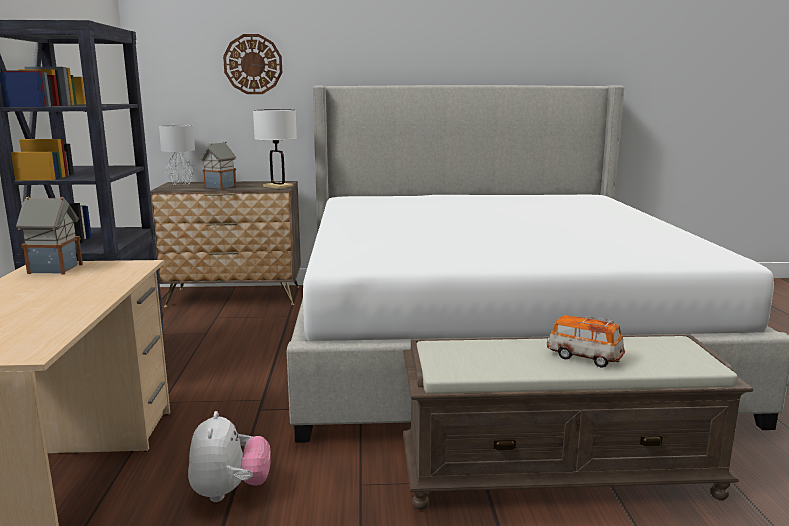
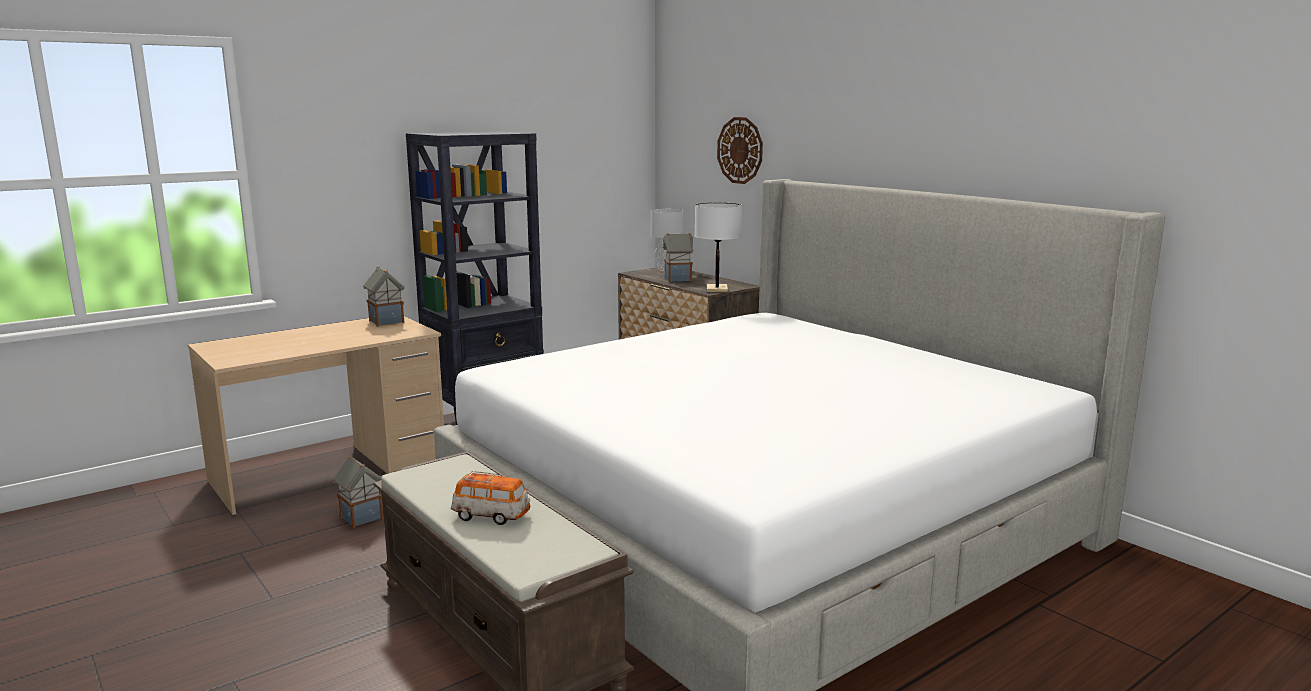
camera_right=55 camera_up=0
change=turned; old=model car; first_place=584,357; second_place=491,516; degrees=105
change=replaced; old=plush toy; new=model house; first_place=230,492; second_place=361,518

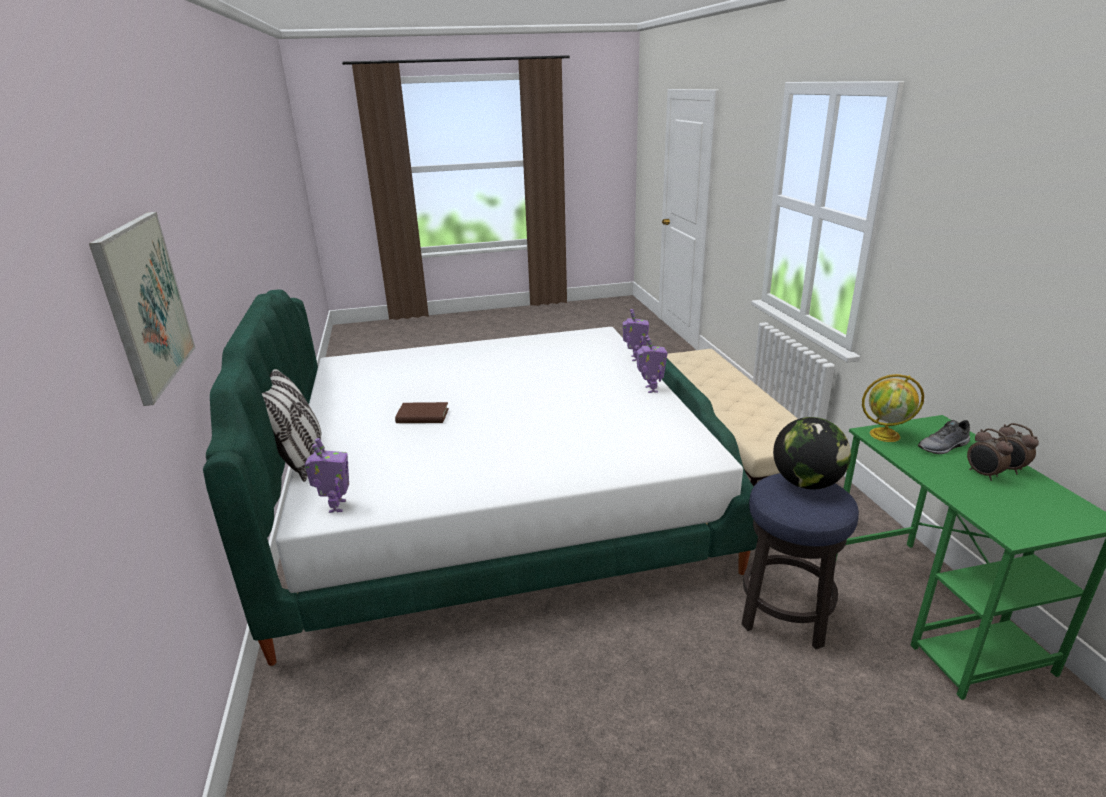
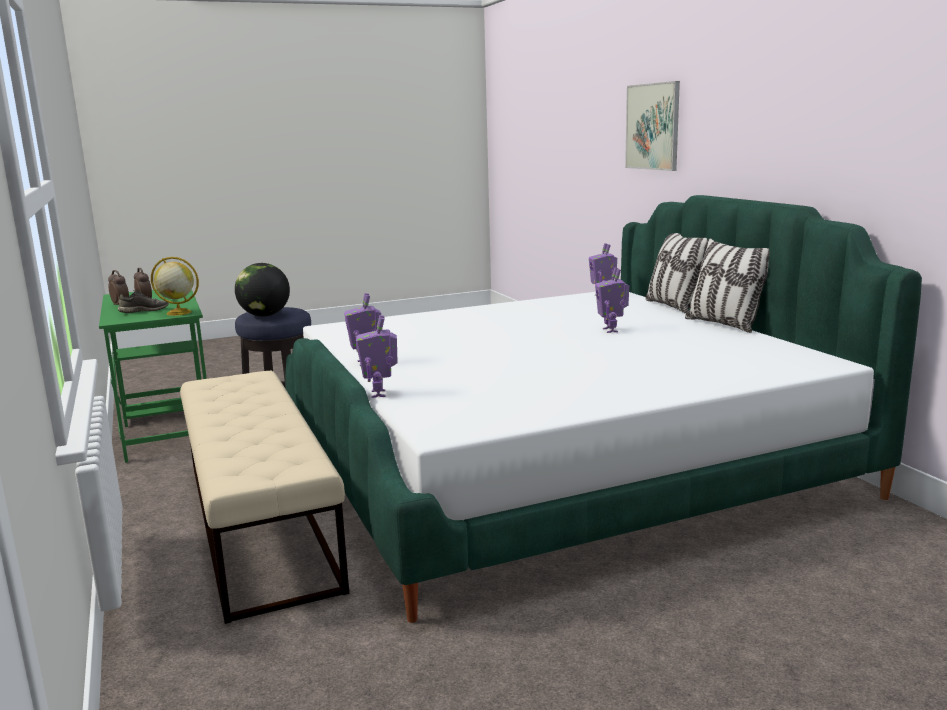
camera_right=170 camera_up=-10
change=replaced; old=book (brown-coloured); new=toy robot; first_place=422,416; second_place=611,330
change=added; new=throw pillow; second_place=724,324

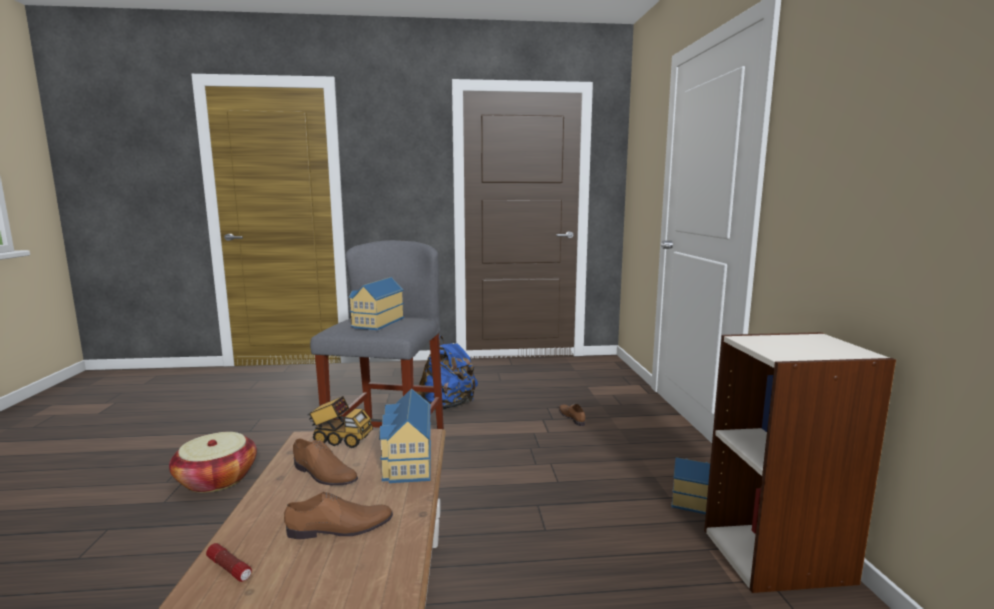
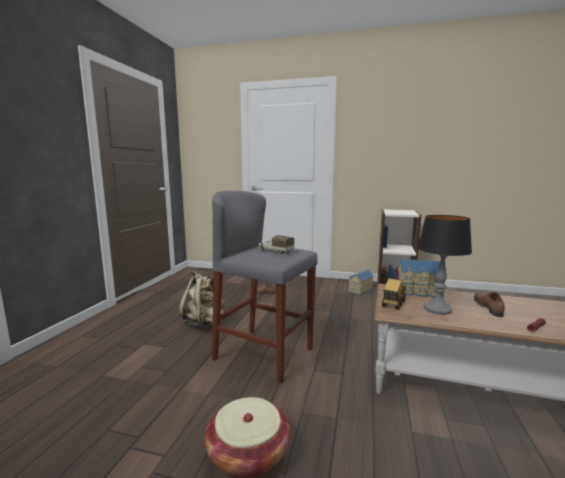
camera_right=-70 camera_up=0
change=replaced; old=model house; new=toy lorry; first_place=376,322; second_place=275,251
change=recoloured; old=rucksack (blue); new=rucksack (sand-coloured); first_place=447,406; second_place=204,323
change=replaced; old=shoe (brown-coloured); new=table lamp; first_place=323,473; second_place=437,309

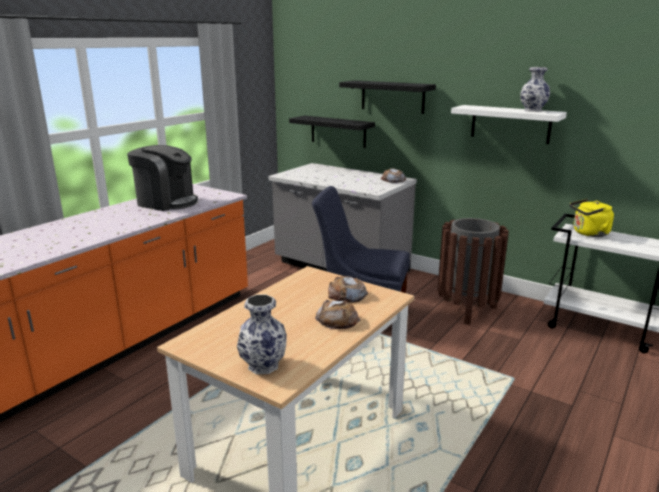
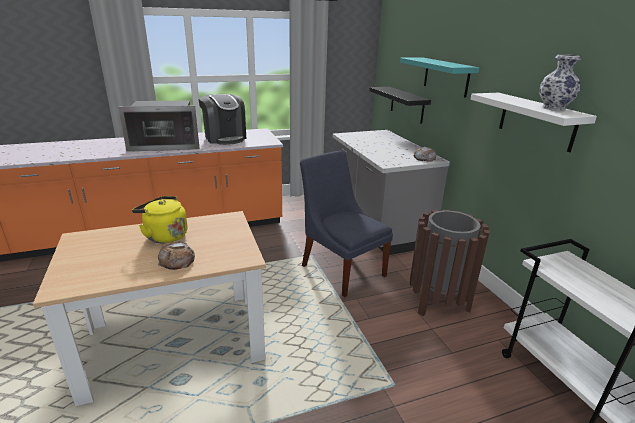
camera_right=35 camera_up=5
change=recoloured; old=wall shelf (black-coloured); new=wall shelf (blue-green); first_place=392,96; second_place=446,76
change=moved; old=kettle (yellow); first_place=588,233; second_place=164,236
change=removed; old=bakery bread; first_place=347,295
change=removed; old=vase; first_place=262,366
change=added; new=microwave oven; second_place=166,145

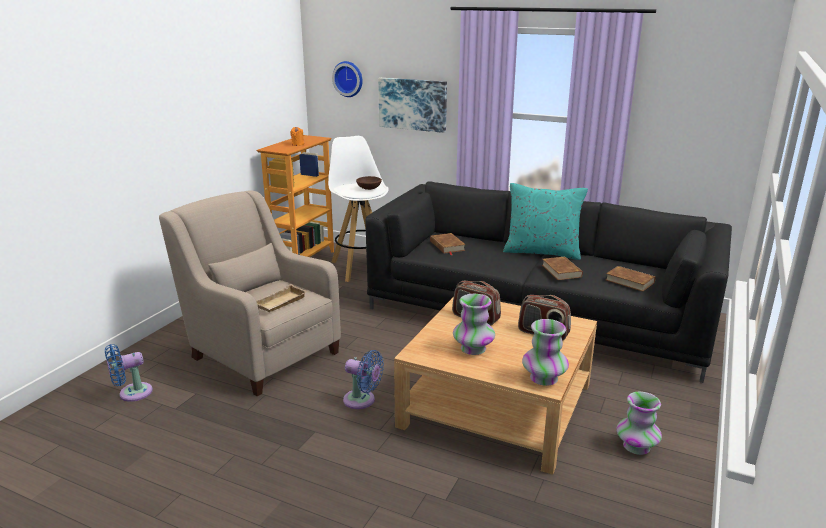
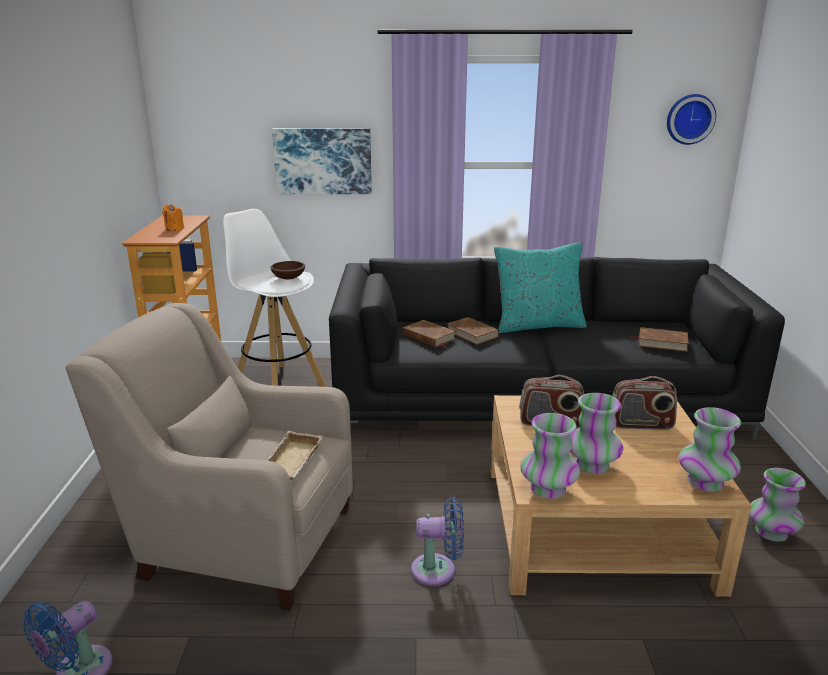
camera_right=-25 camera_up=0
change=moved; old=wall clock; first_place=348,79; second_place=689,119
change=moved; old=book (brown-coloured); first_place=561,271; second_place=472,334
change=added; new=vase; second_place=547,489

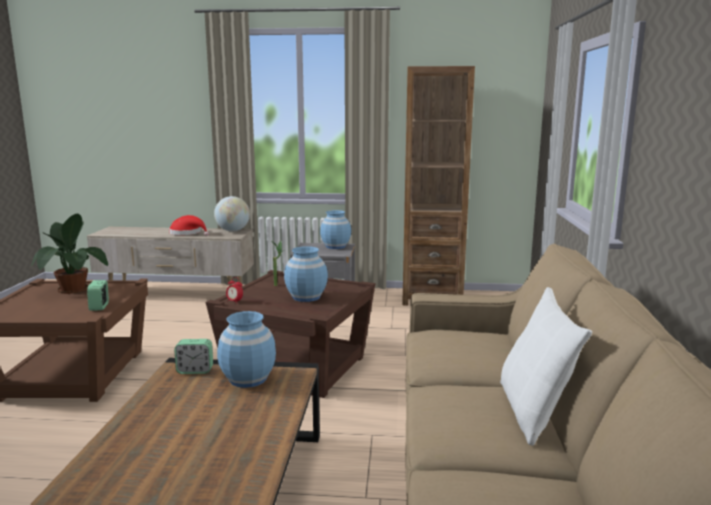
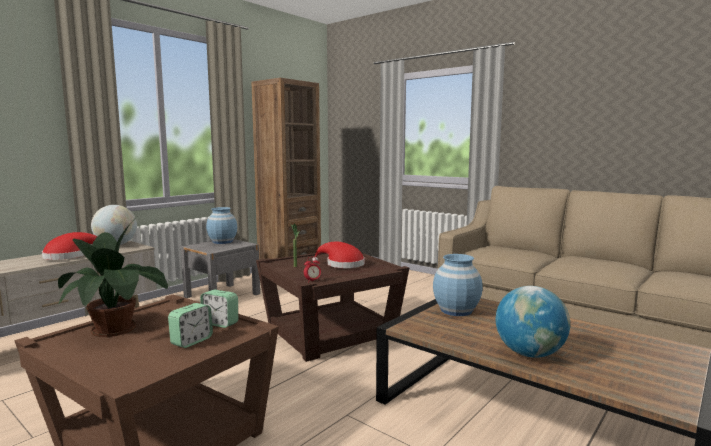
camera_right=-55 camera_up=-5
change=replaced; old=vase (blue); new=clothing hat (red-coloured); first_place=306,297; second_place=342,264
change=removed; old=throw pillow (whitish); first_place=534,412
change=moved; old=alarm clock; first_place=195,370; second_place=191,341
change=added; new=globe; second_place=529,354

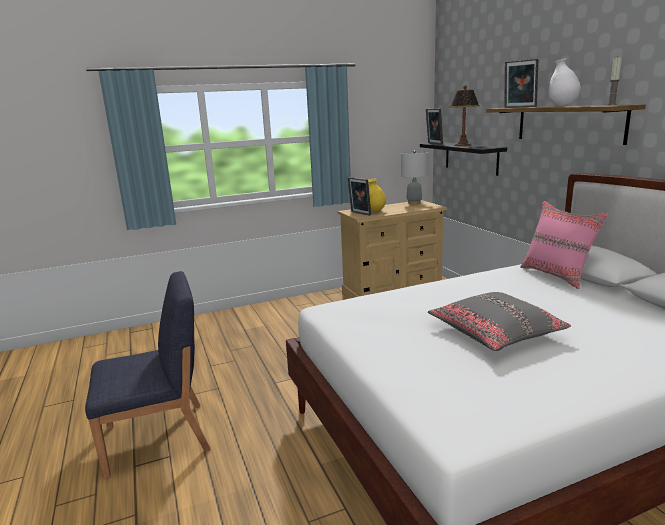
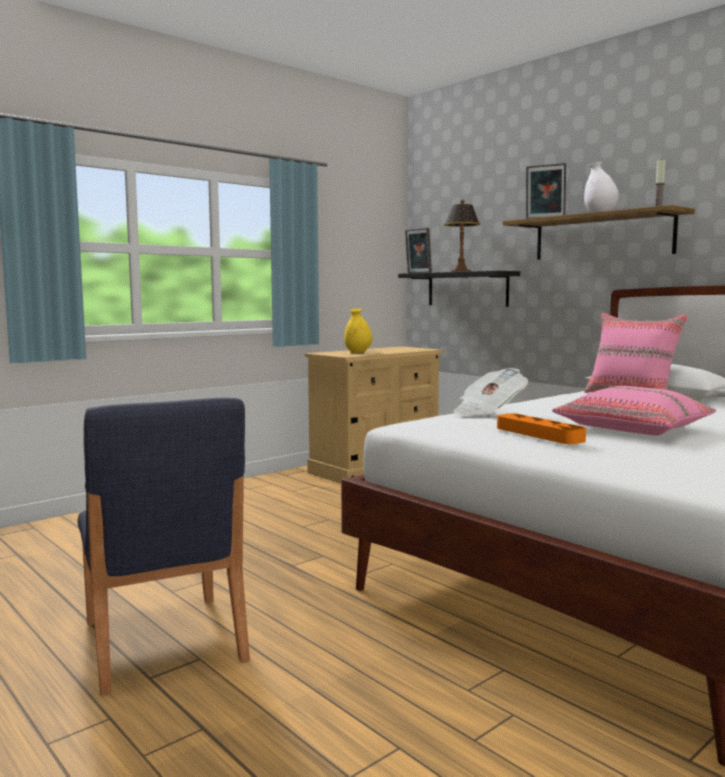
camera_right=-20 camera_up=-10
change=removed; old=table lamp (greyish); first_place=414,203
change=removed; old=picture frame; first_place=359,213
change=turned; old=upright chair (blue); first_place=159,438; second_place=163,642; degrees=105
change=recoloured; old=throw pillow (greyish); new=throw pillow (pinkish); first_place=495,332; second_place=633,429
change=added; new=printed paper; second_place=488,411
change=added; new=tray (orange-coloured); second_place=539,434

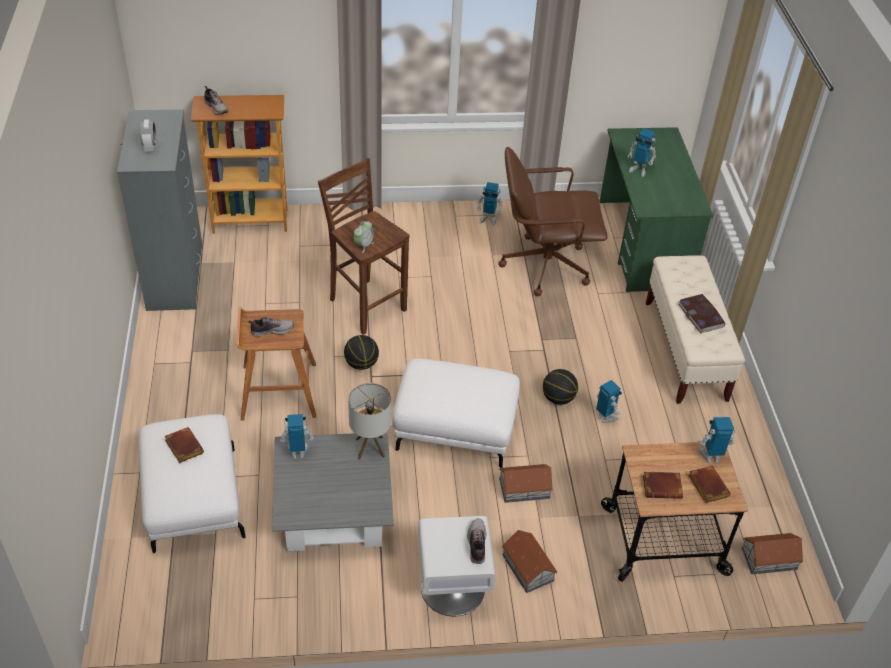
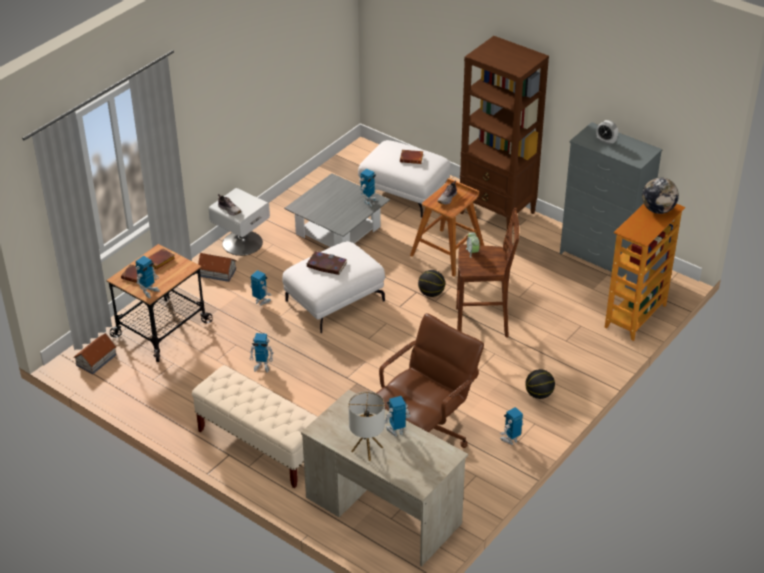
camera_right=135 camera_up=-5
change=replaced; old=shoe; new=globe; first_place=216,107; second_place=658,210
change=recoloured; old=desk (greenish); new=desk (sand-coloured); first_place=643,244; second_place=383,510
change=moved; old=book; first_place=701,315; second_place=326,265
change=moved; old=basketball; first_place=558,398; second_place=539,394
change=moved; old=table lamp; first_place=370,447; second_place=367,449
change=replaced; old=model house; new=toy robot; first_place=525,488; second_place=261,301
change=added; new=bookcase (brown-coloured); second_place=497,213

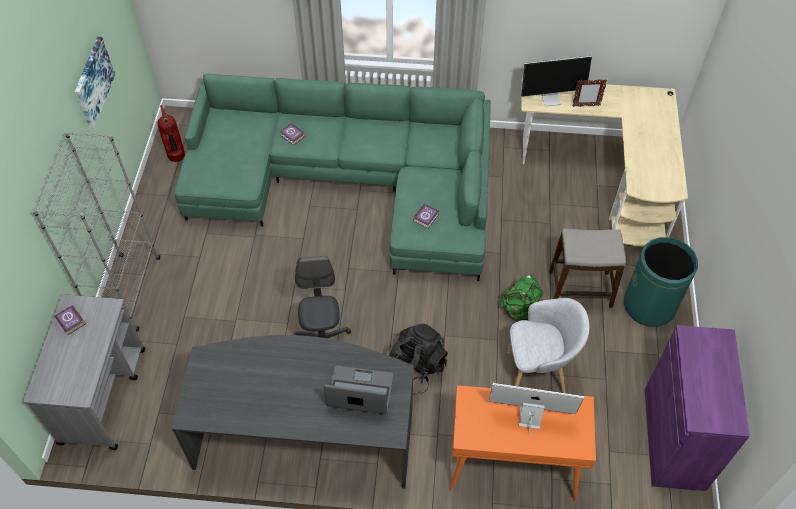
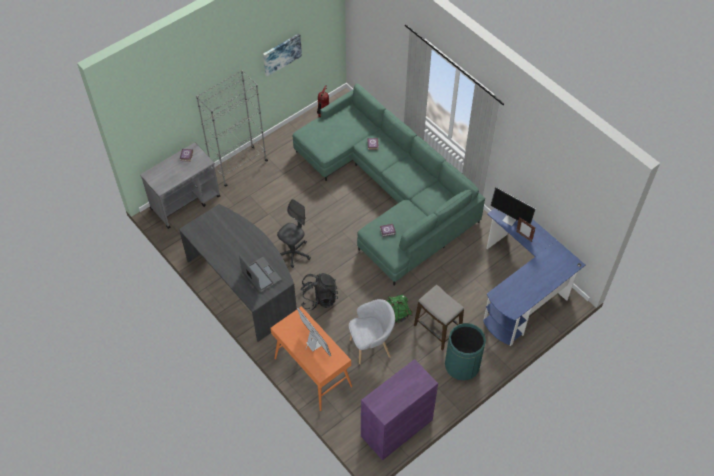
camera_right=45 camera_up=0
change=recoloured; old=desk (sand-coloured); new=desk (blue); first_place=607,177; second_place=522,290
change=turned; old=lounge chair (greyish); first_place=538,371; second_place=371,347; degrees=-60

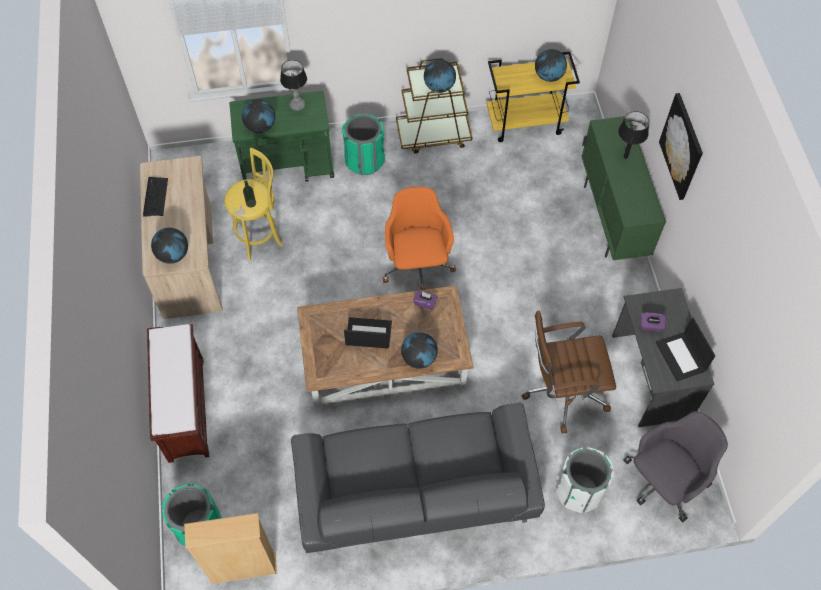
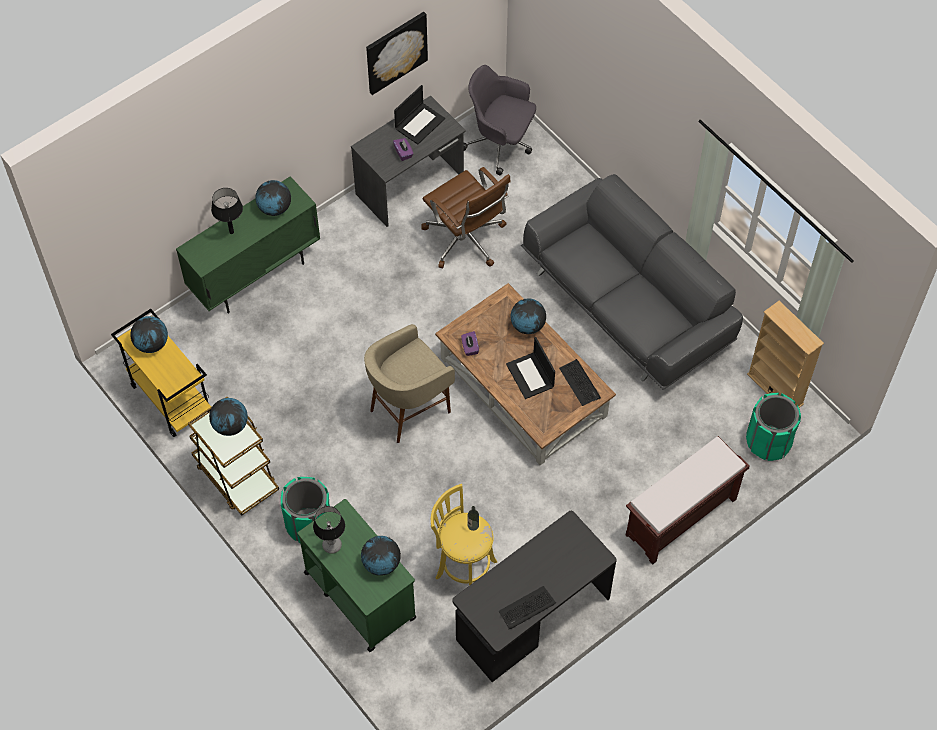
camera_right=-120 camera_up=0
change=moved; old=wall picture; first_place=682,146; second_place=396,52
change=recoloured; old=desk (sand-coloured); new=desk (black-coloured); first_place=189,260; second_place=532,617
change=replaced; old=computer chair (orange-coloured); new=stool (sand-coloured); first_place=417,265; second_place=408,410
change=moved; old=globe; first_place=173,255; second_place=274,208
change=removed; old=trash can (whitish); first_place=579,491
change=added; new=PC keyboard; second_place=580,383

